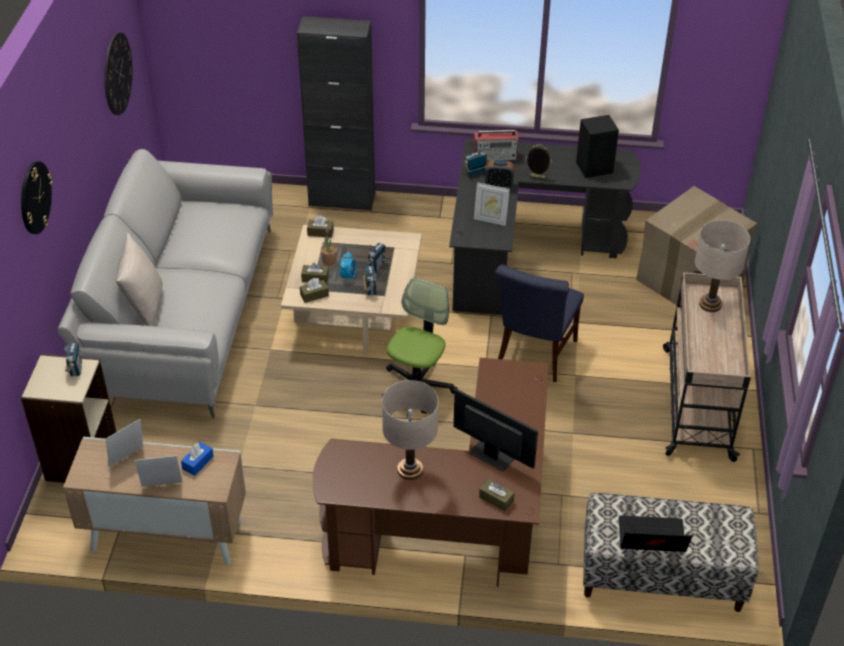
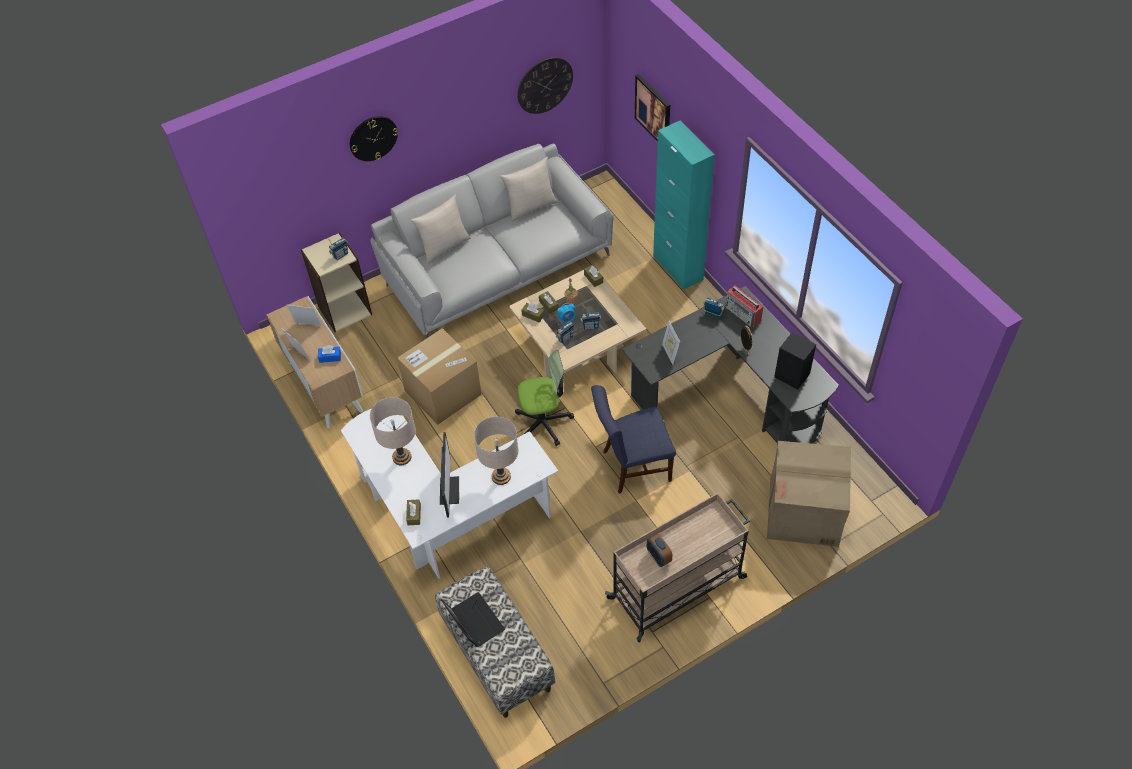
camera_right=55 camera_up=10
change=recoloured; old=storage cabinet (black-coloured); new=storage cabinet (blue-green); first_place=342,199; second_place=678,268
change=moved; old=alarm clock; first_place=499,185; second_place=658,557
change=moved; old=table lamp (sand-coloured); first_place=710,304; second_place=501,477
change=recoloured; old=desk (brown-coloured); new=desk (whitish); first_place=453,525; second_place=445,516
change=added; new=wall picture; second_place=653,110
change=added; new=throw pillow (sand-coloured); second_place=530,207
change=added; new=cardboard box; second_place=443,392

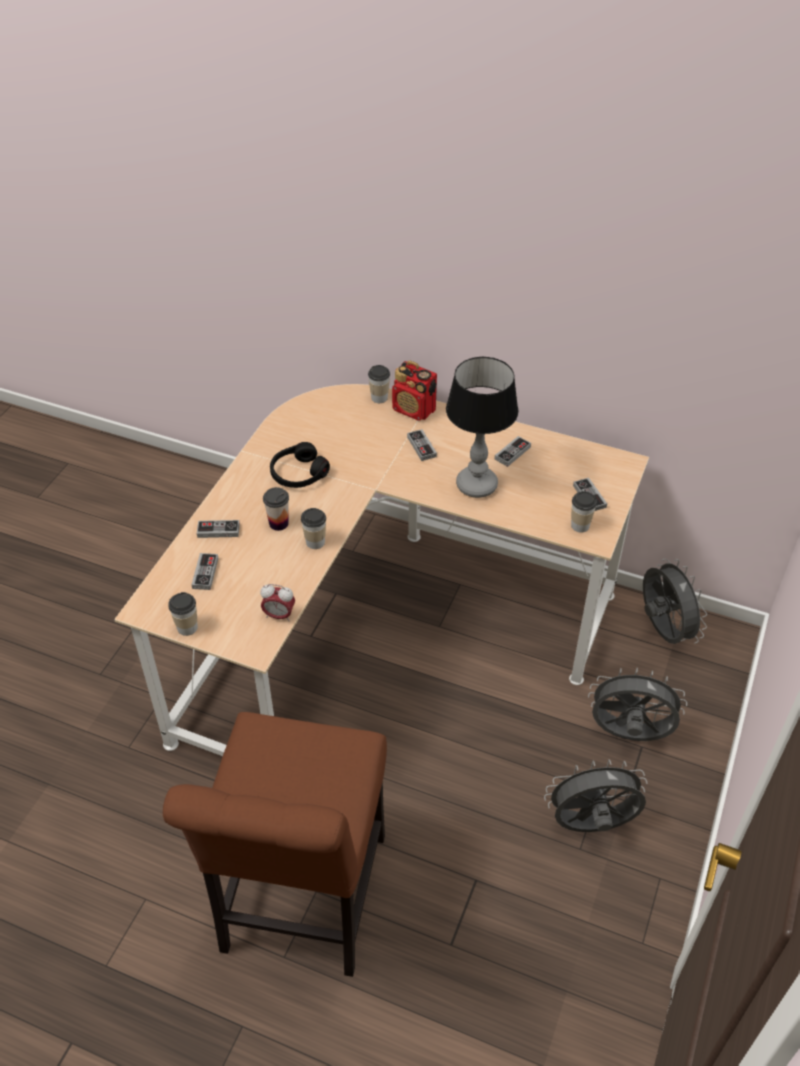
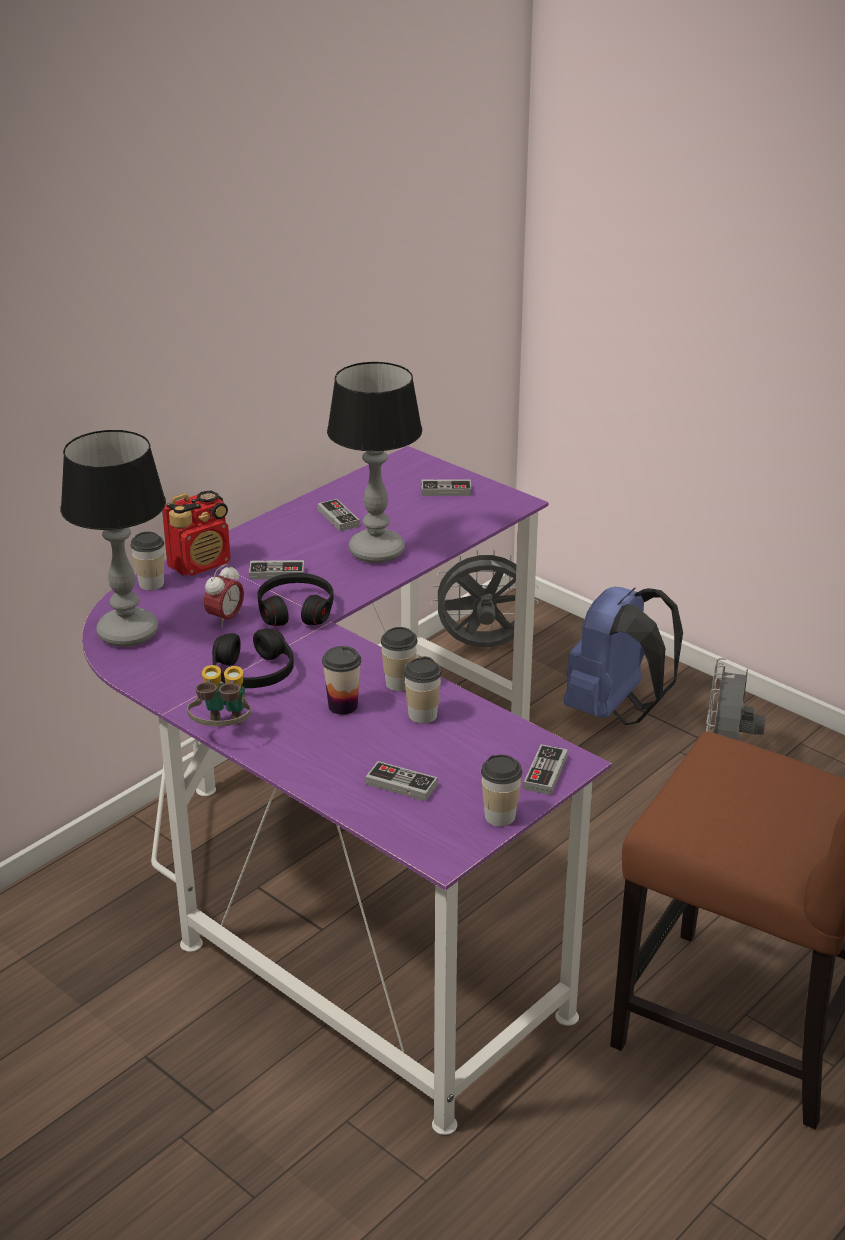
camera_right=-70 camera_up=-15
change=recoloured; old=desk (sand-coloured); new=desk (purplish); first_place=380,626; second_place=345,858
change=moved; old=cup; first_place=580,525; second_place=422,715
change=moved; old=game controller; first_place=218,530; second_place=545,773
change=moved; old=alarm clock; first_place=279,615; second_place=225,619
change=replaced; old=cooling fan (greyish); new=rucksack (blue); first_place=628,735; second_place=615,710
change=added; new=table lamp; second_place=128,634
change=added; new=pair of headphones (black-coloured); second_place=296,610
change=added; new=pair of binoculars; second_place=223,732

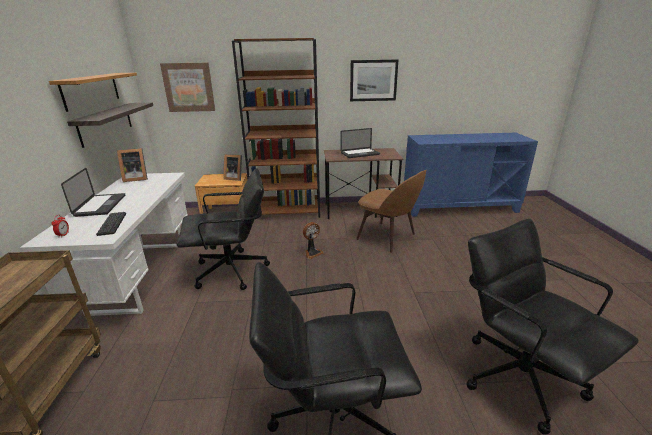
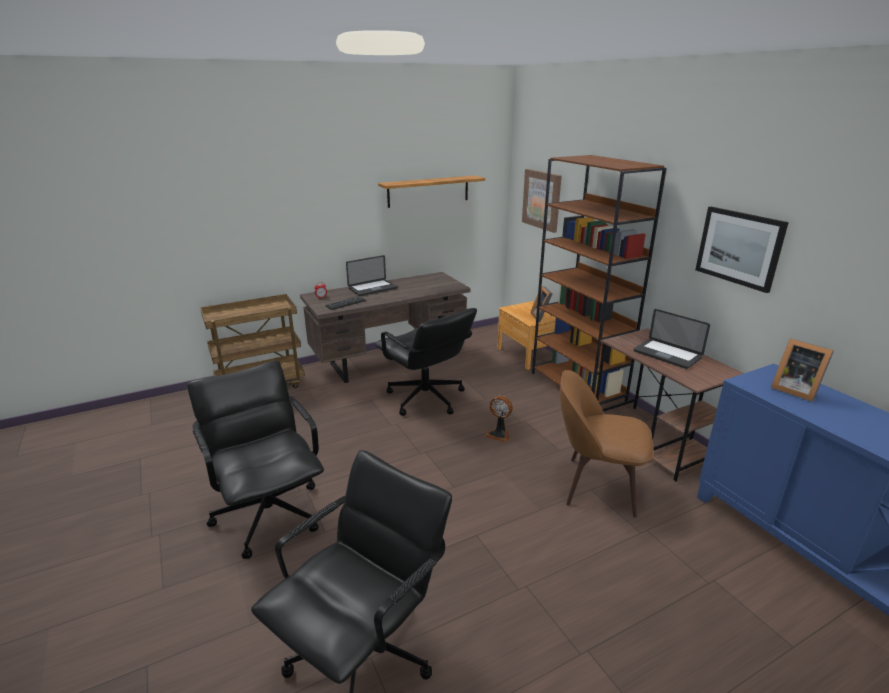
camera_right=65 camera_up=0
change=removed; old=wall shelf; first_place=106,123
change=moved; old=picture frame; first_place=135,179; second_place=794,390
change=turned; old=upright chair (brown-coloured); first_place=388,237; second_place=596,485; degrees=90
change=recoloured; old=desk (whitish); new=desk (brown-coloured); first_place=141,275; second_place=390,361

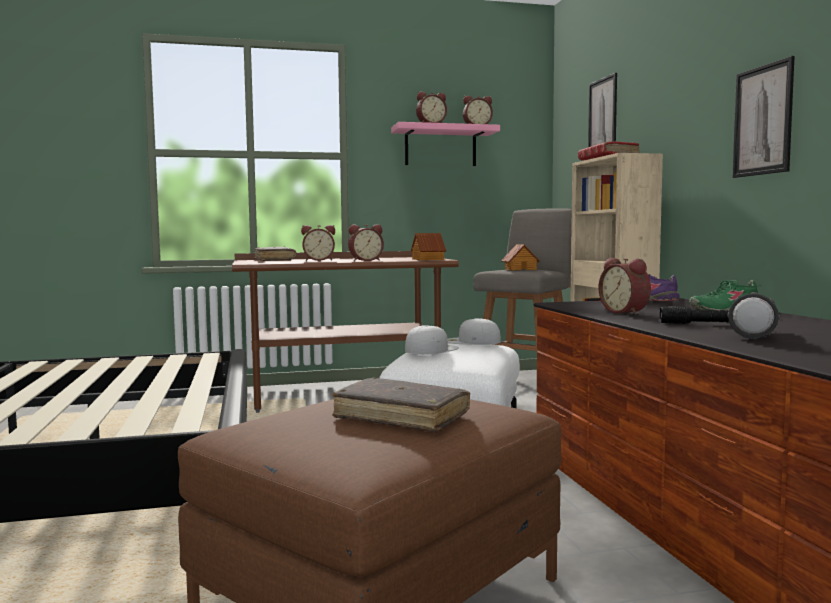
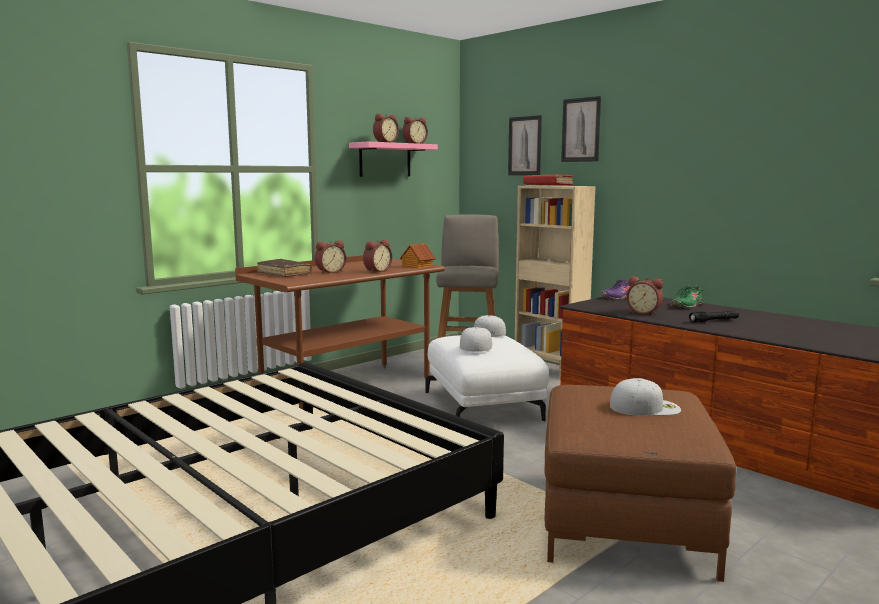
camera_right=-30 camera_up=5
change=moved; old=wall picture; first_place=762,120; second_place=581,130
change=removed; old=model house; first_place=520,269
change=removed; old=torch; first_place=754,333
change=replaced; old=book (brown-coloured); new=baseball cap (whitish); first_place=401,417; second_place=645,407

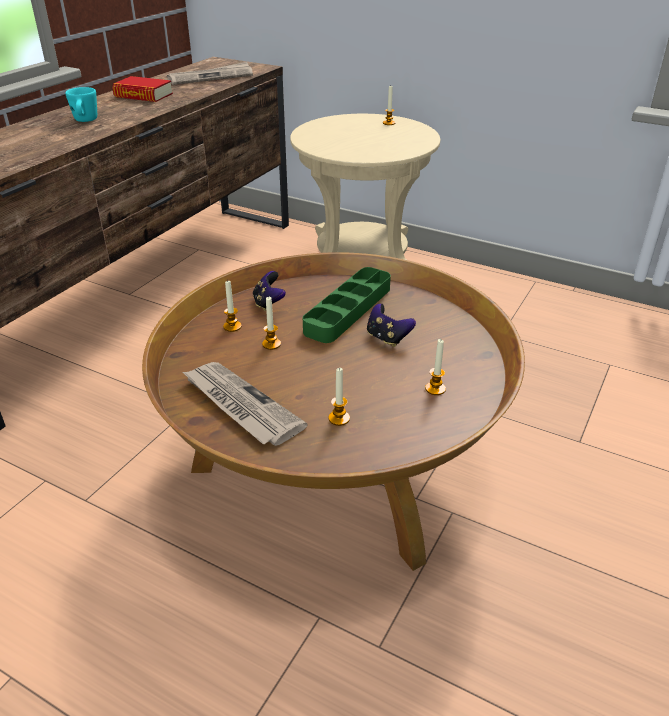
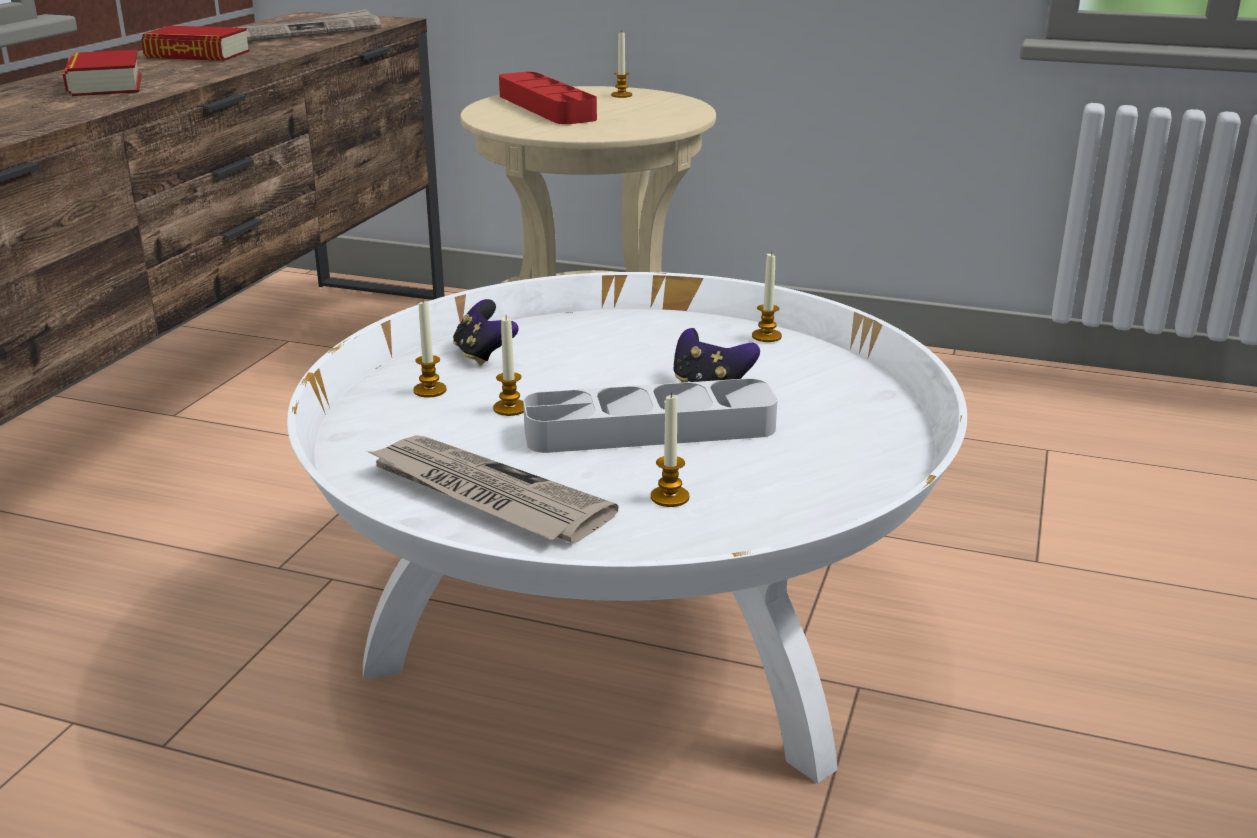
camera_right=-10 camera_up=-10
change=replaced; old=mug (blue-green); new=book; first_place=85,121; second_place=105,85
change=recoloured; old=coffee table (brown-coloured); new=coffee table (whitish); first_place=334,466; second_place=627,639
change=removed; old=tray (greenish); first_place=348,309
change=moved; old=wax light; first_place=435,389; second_place=766,336
change=added; new=tray (red-coloured); second_place=546,107
change=added; new=tray (greyish); second_place=650,429

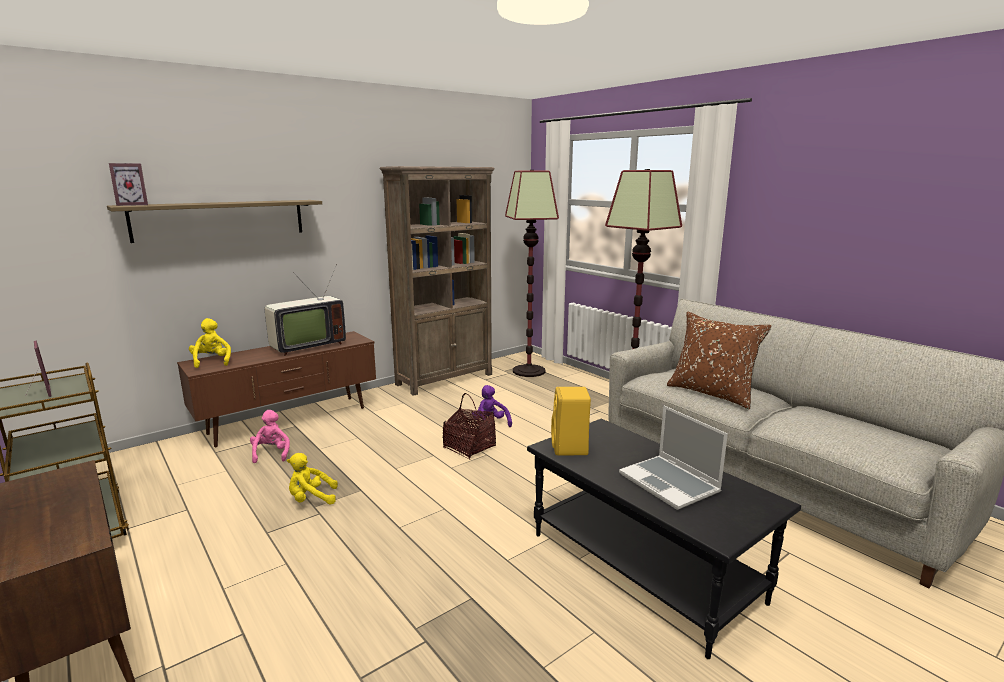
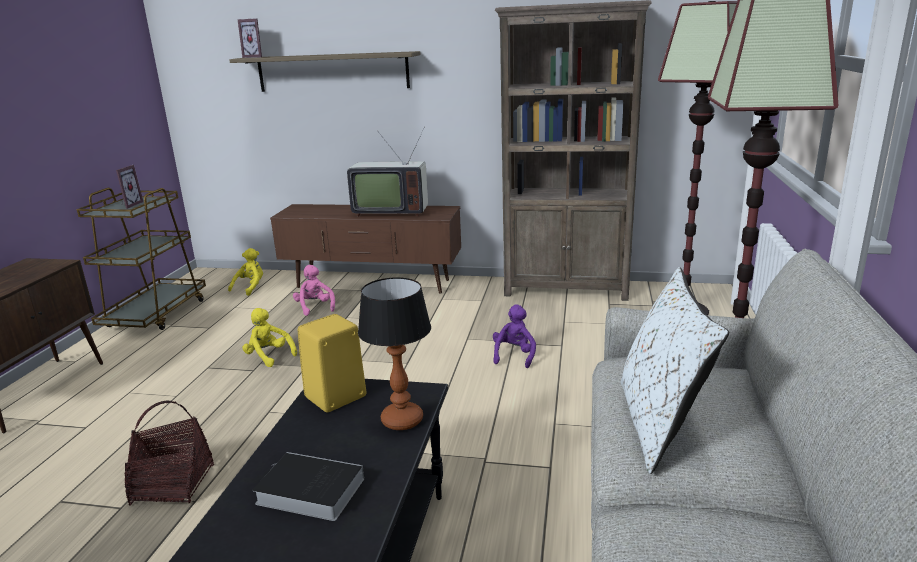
camera_right=50 camera_up=5
change=recoloured; old=throw pillow (brown-coloured); new=throw pillow (whitish); first_place=712,393; second_place=660,424
change=moved; old=plush toy (yellow); first_place=212,361; second_place=250,287
change=moved; old=basket; first_place=469,447; second_place=174,484
change=replaced; old=portable computer; new=book; first_place=670,483; second_place=307,491
change=turned; old=plush toy (pinkish); first_place=271,453; second_place=315,307; degrees=-60
change=added; new=table lamp; second_place=403,420

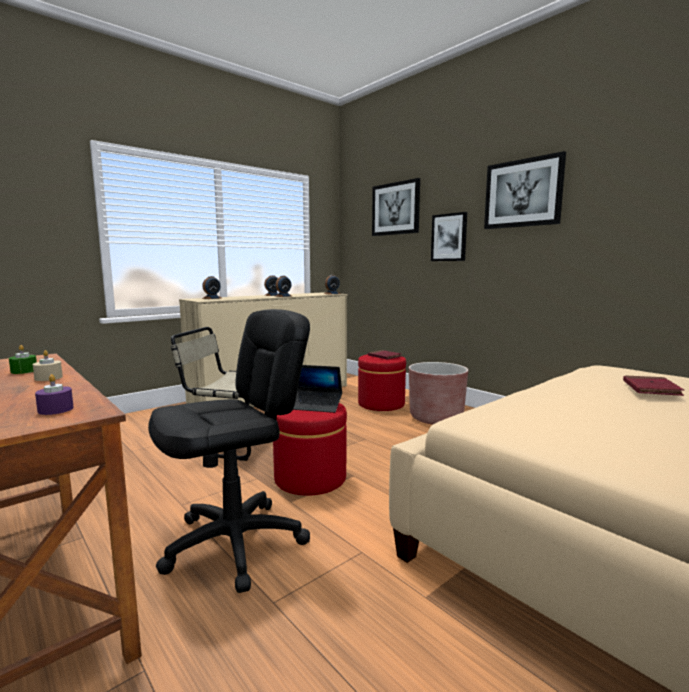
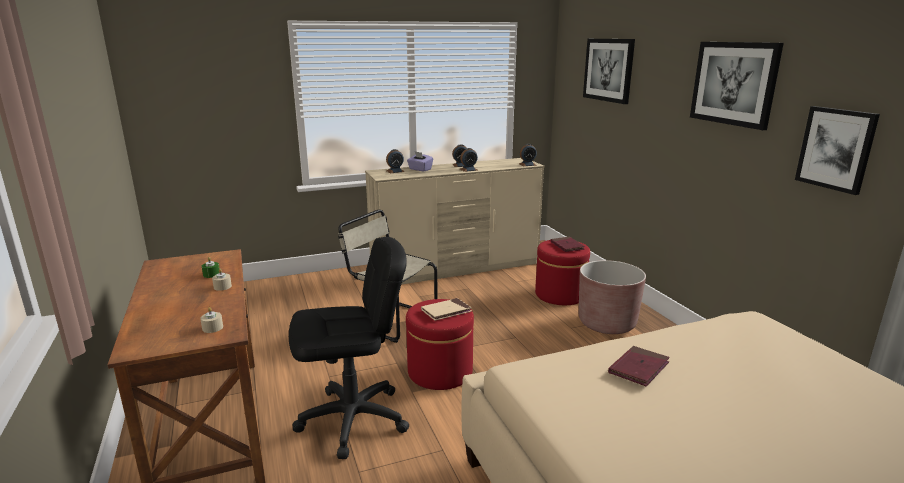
camera_right=20 camera_up=10
change=moved; old=wall picture; first_place=449,237; second_place=836,149
change=replaced; old=portable computer; new=book (sand-coloured); first_place=316,406; second_place=446,311
change=recoloured; old=wax light (purplish); new=wax light (sand-coloured); first_place=55,409; second_place=212,328
change=moved; old=book (red-coloured); first_place=651,389; second_place=638,368
change=added; new=tissue box (purplish); second_place=420,169

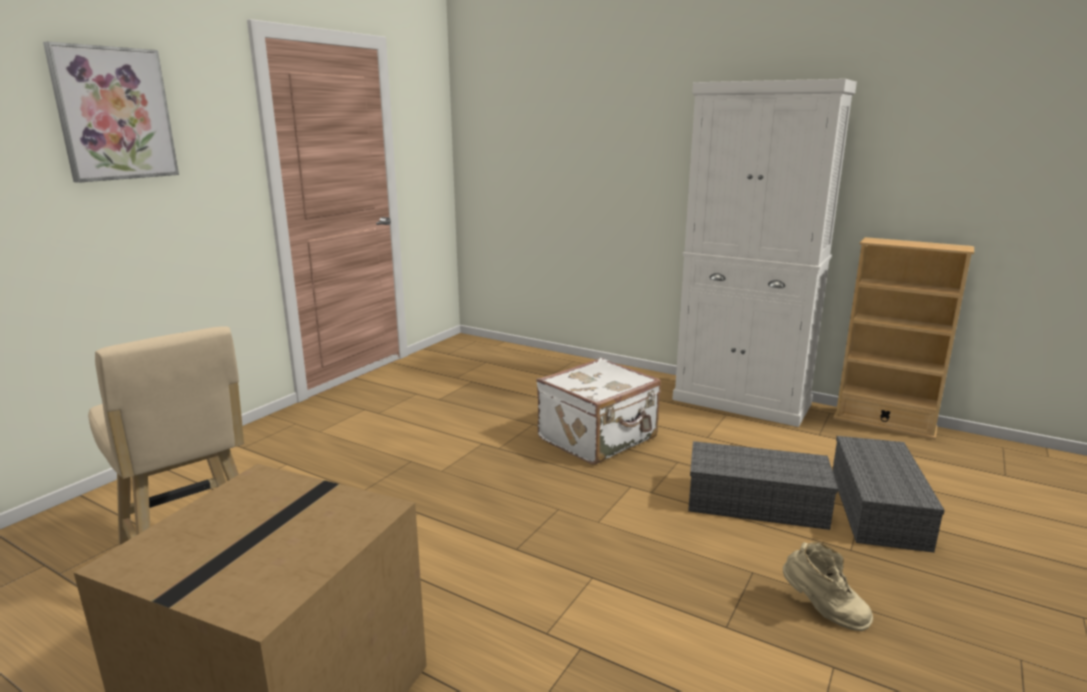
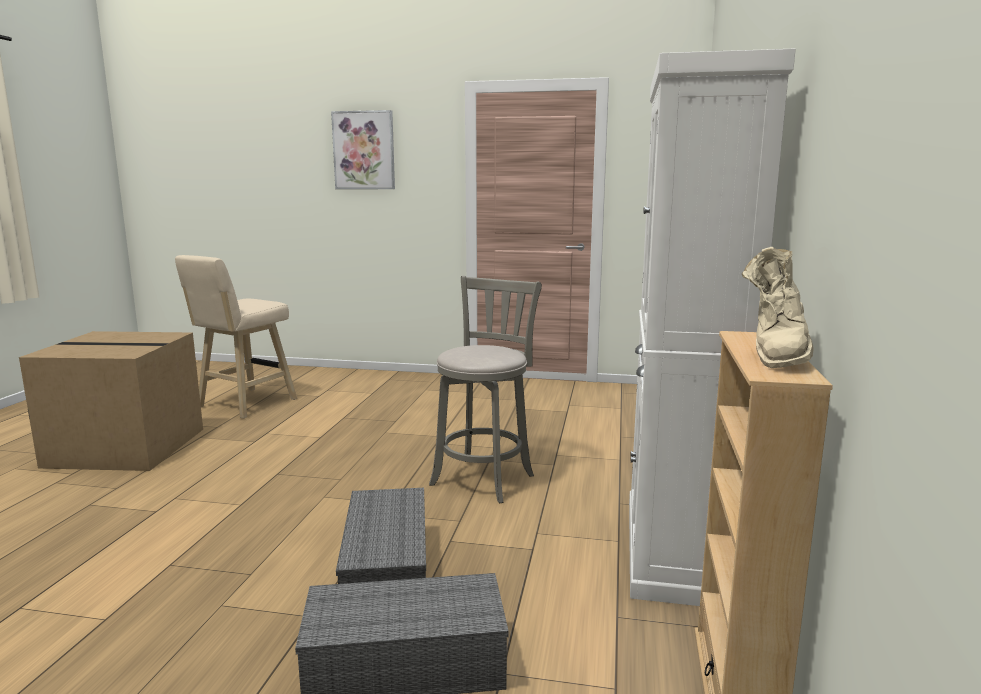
camera_right=70 camera_up=-5
change=replaced; old=travel case (whitish); new=stool (greyish); first_place=599,439; second_place=485,478
change=moved; old=boot (sand-coloured); first_place=822,611; second_place=776,356

